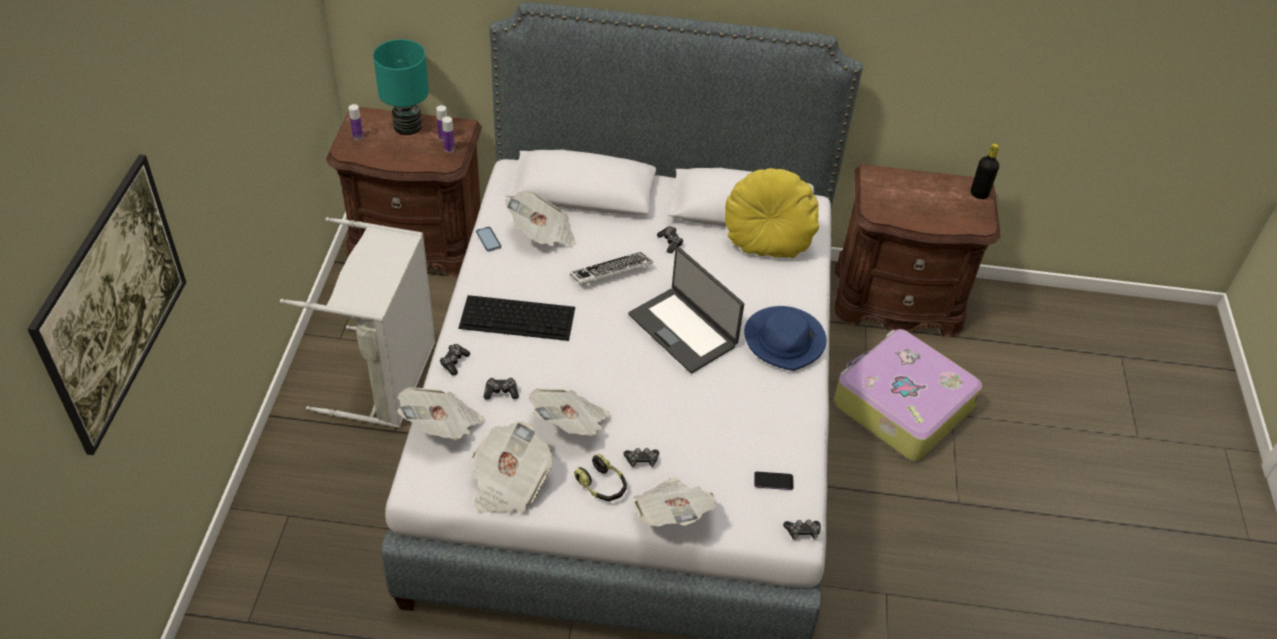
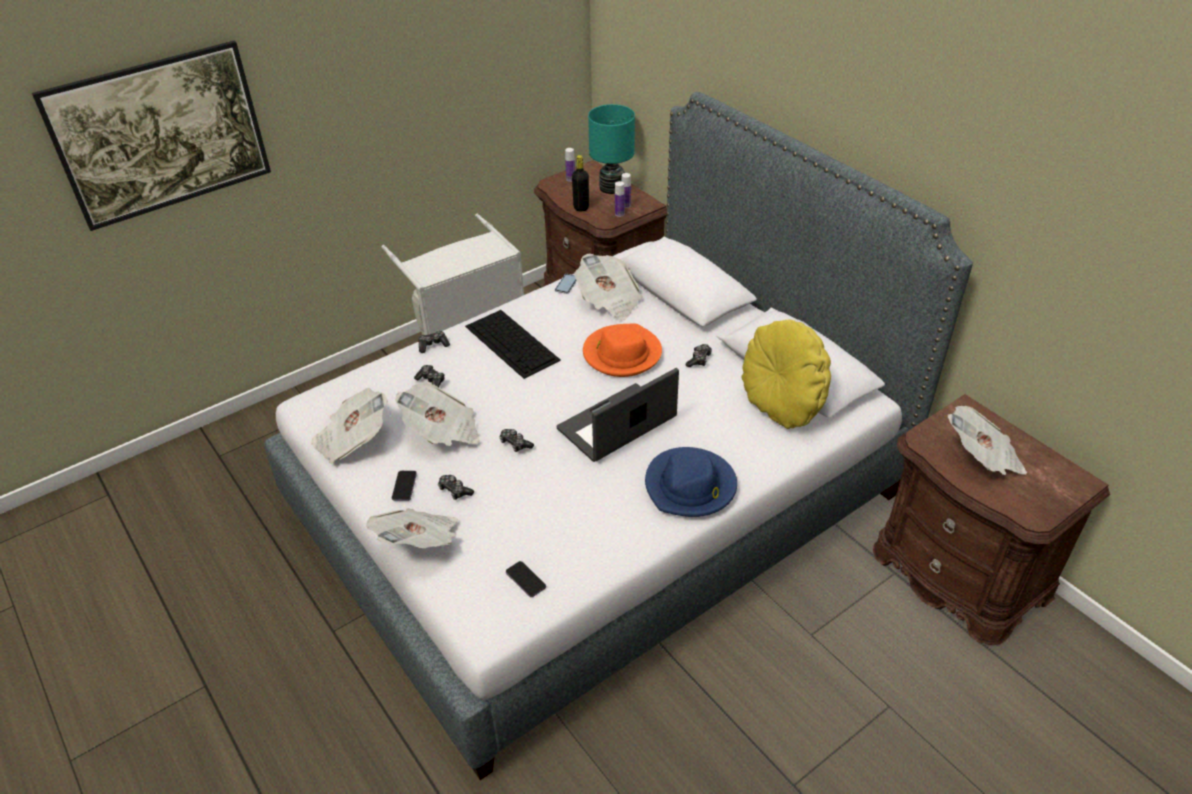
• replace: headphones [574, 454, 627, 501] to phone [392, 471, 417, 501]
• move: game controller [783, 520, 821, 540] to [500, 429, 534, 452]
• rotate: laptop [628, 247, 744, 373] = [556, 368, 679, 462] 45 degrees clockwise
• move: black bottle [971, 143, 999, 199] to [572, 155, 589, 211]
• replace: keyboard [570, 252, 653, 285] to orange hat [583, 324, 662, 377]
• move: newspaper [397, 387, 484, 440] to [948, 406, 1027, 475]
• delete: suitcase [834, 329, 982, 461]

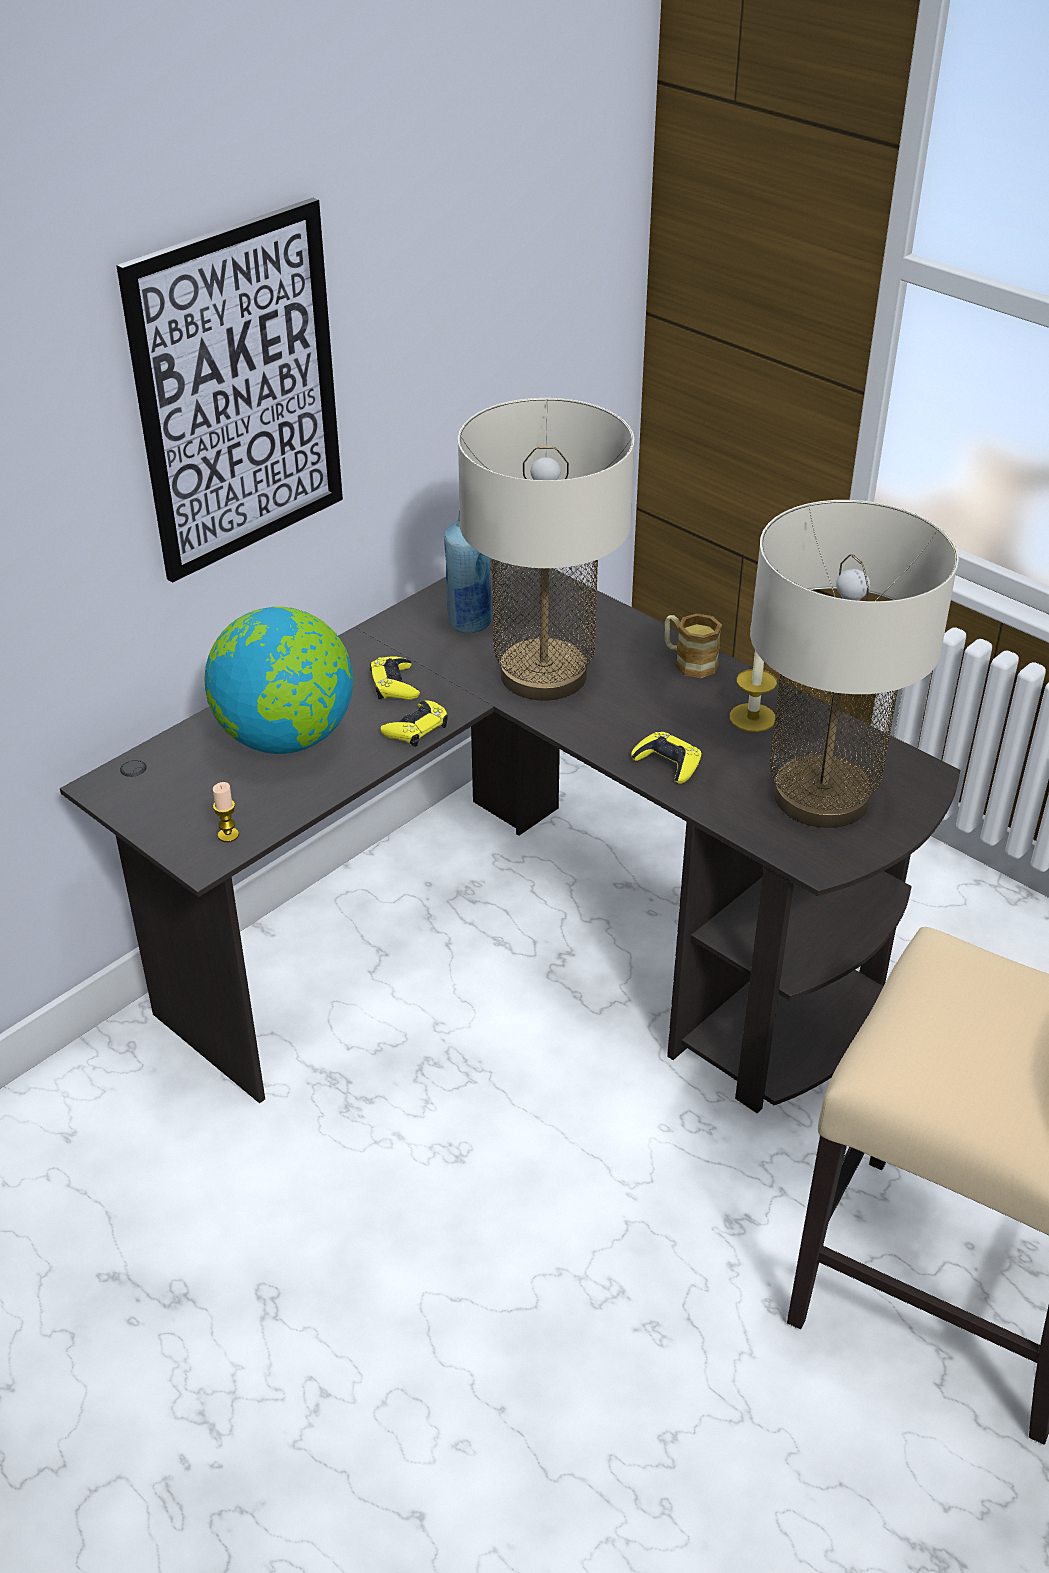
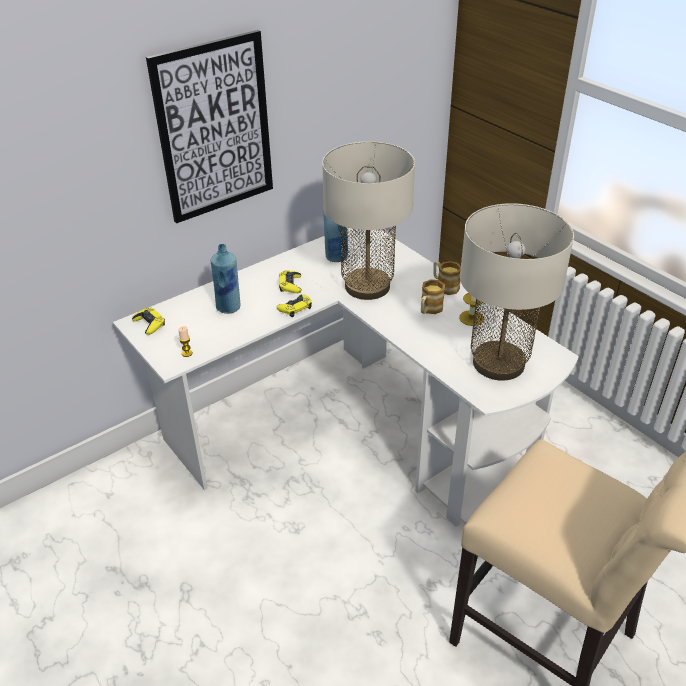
• recolor: black desk [60, 558, 960, 1113] to white desk [113, 228, 579, 527]
• move: yellow game controller [631, 732, 702, 784] to [132, 308, 165, 335]
• replace: globe [204, 607, 353, 754] to blue bottle [211, 244, 241, 314]
• insert: mug [421, 279, 445, 314]

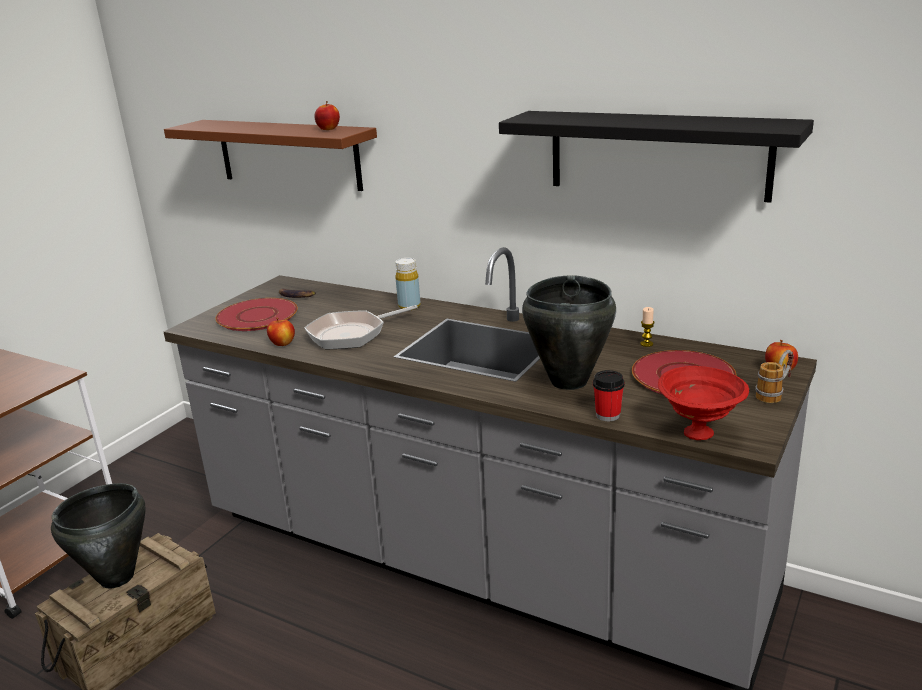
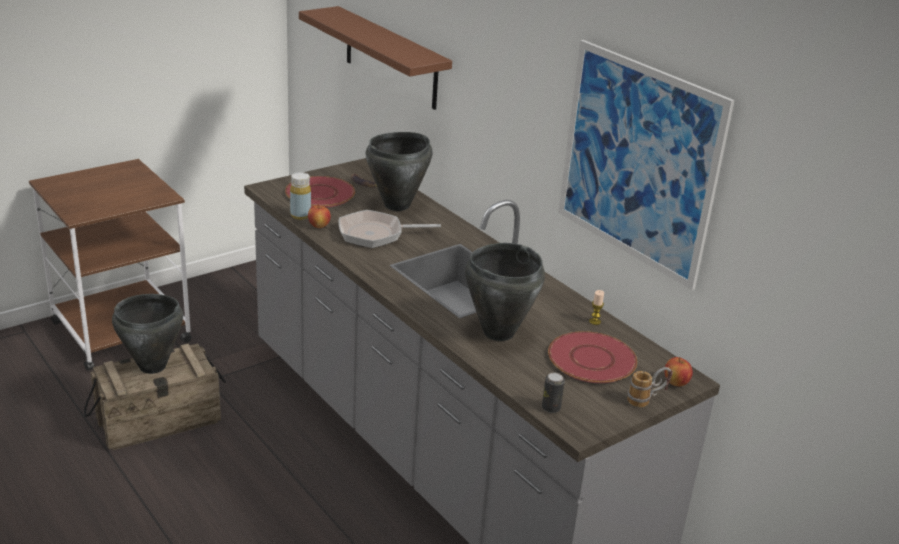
• move: yellow bottle [395, 258, 421, 310] to [290, 172, 311, 220]
• insert: black cooking pot [365, 132, 432, 211]
• replace: red bowl [658, 366, 749, 440] to can [542, 373, 565, 413]
• replace: black shelf [499, 111, 814, 203] to picture [558, 40, 734, 290]
• delete: apple [315, 101, 340, 130]
• delete: cup [593, 370, 625, 421]

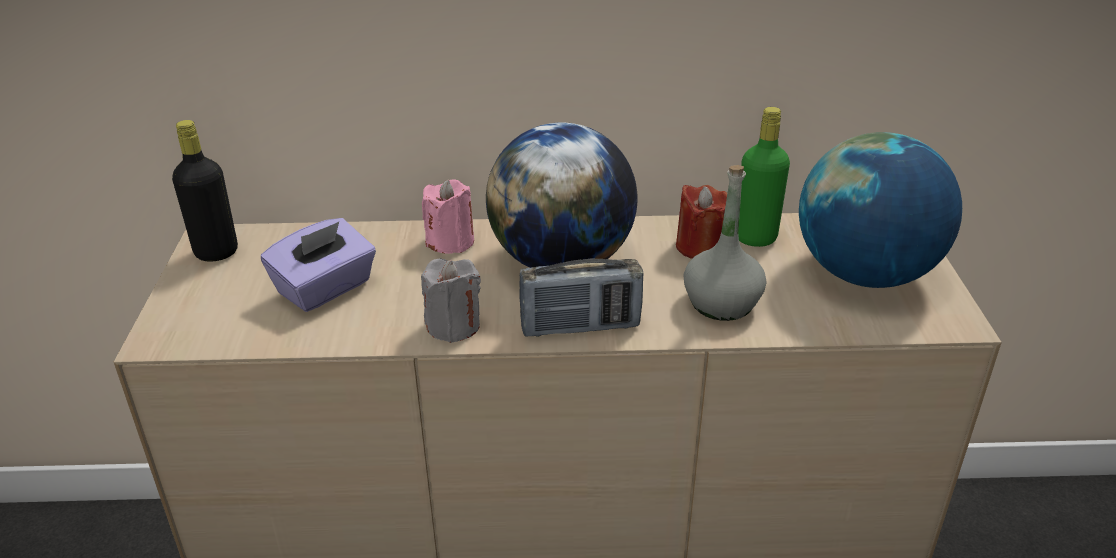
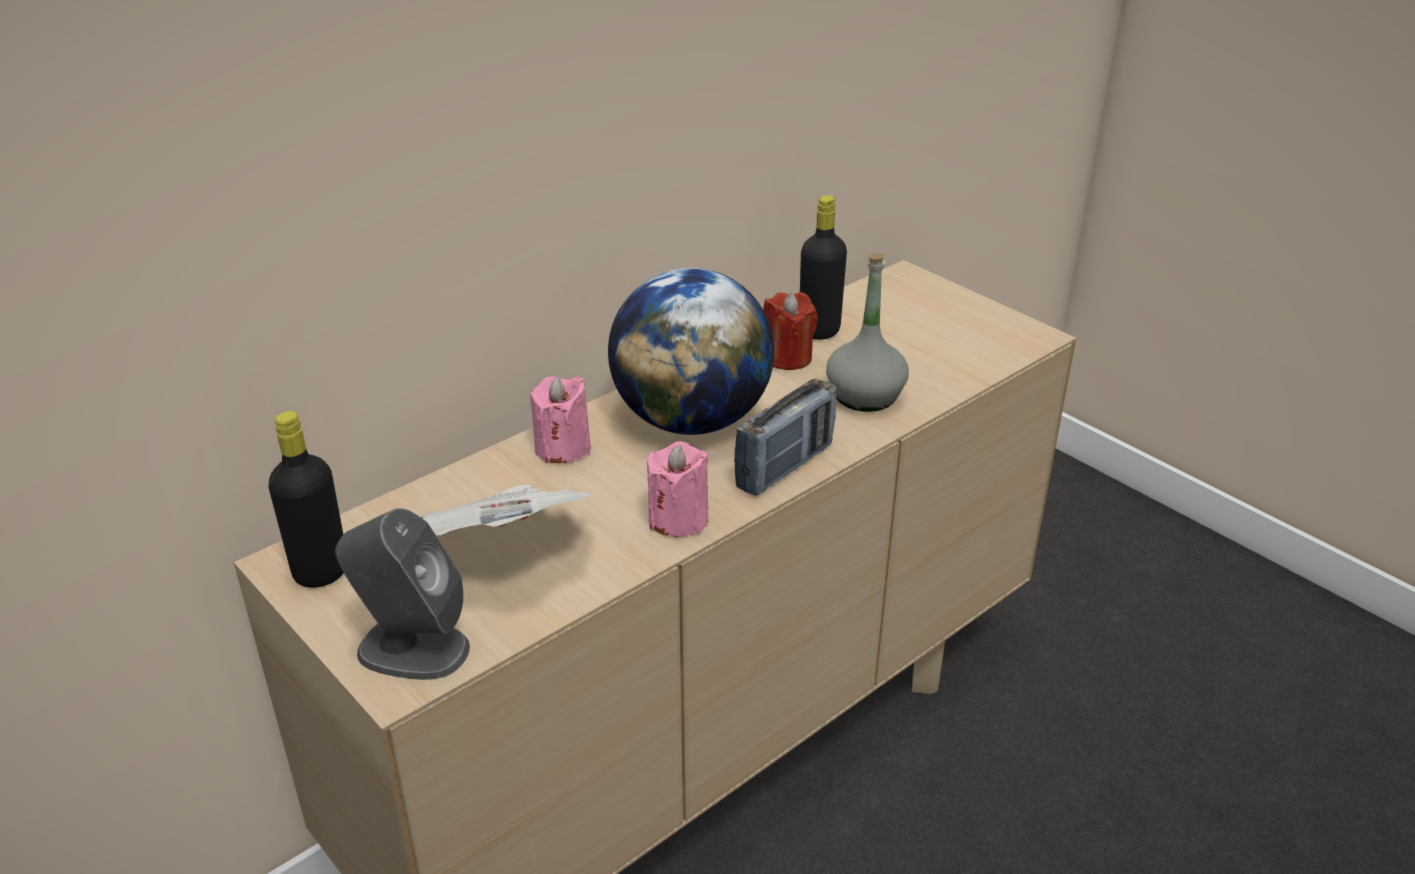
• insert: grey speaker [335, 508, 470, 680]
• replace: purple tissue box [261, 218, 376, 312] to newspaper [420, 484, 593, 535]
• recolor: grey candle [421, 258, 481, 343] to pink candle [647, 441, 709, 537]
• recolor: green bottle [739, 107, 790, 247] to black bottle [800, 195, 847, 340]
• delete: globe [799, 132, 962, 288]

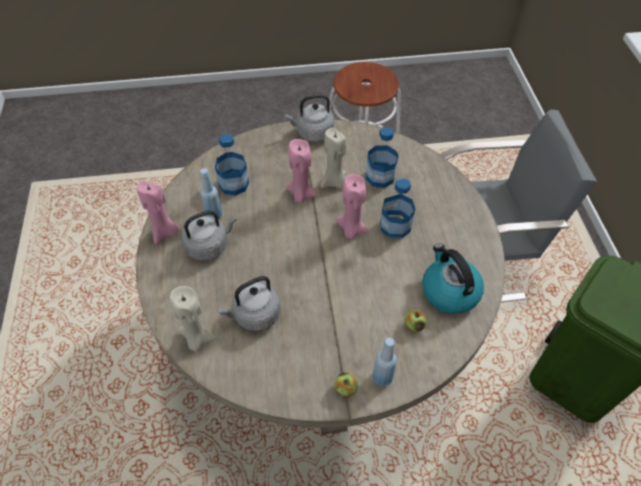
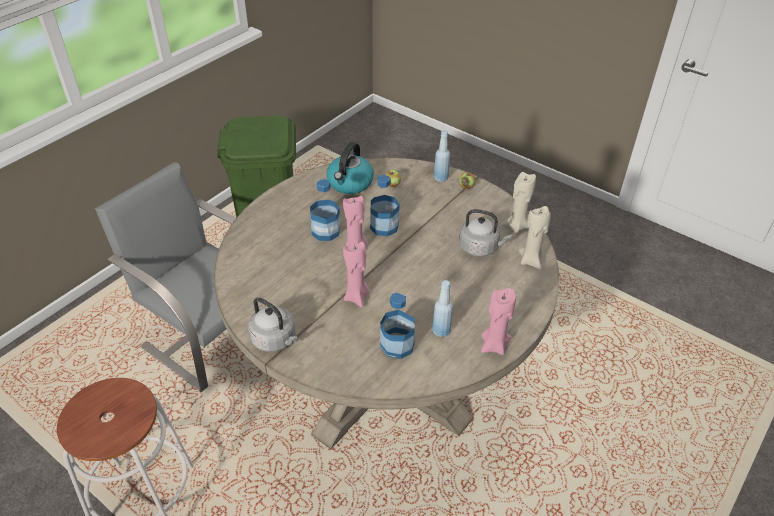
• move: bottle [366, 127, 398, 188] to [370, 175, 400, 236]
• move: beige candle [321, 127, 346, 188] to [502, 172, 536, 234]
• delete: grey kettle [181, 210, 237, 260]

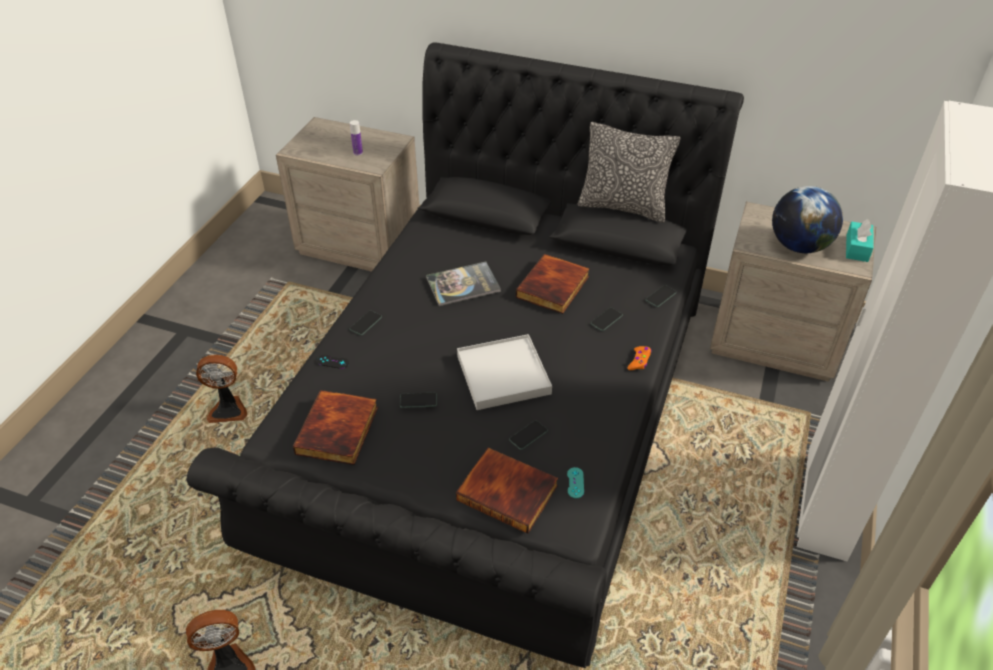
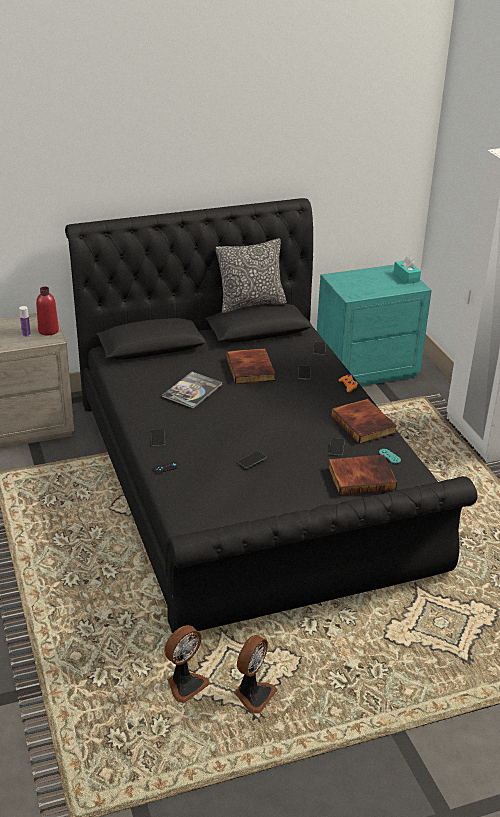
• insert: red bottle [36, 287, 59, 336]
• move: fan [196, 355, 247, 423] to [164, 625, 210, 703]
• recolor: beige nightstand [710, 202, 876, 382] to turquoise nightstand [317, 265, 432, 386]
• move: book [293, 390, 378, 465] to [331, 399, 397, 444]
• delete: white tray [457, 334, 552, 410]
• delete: globe [772, 186, 843, 253]

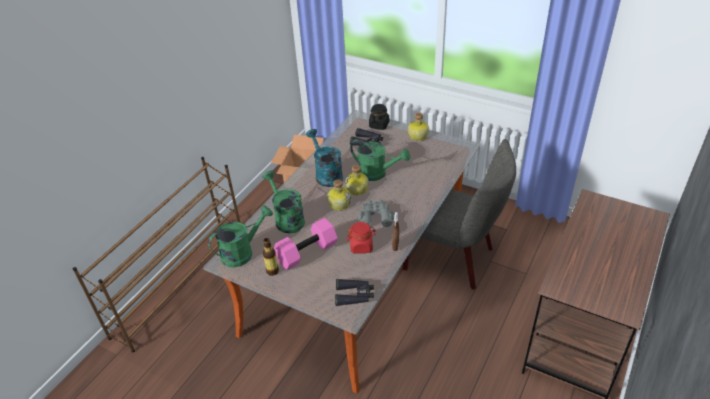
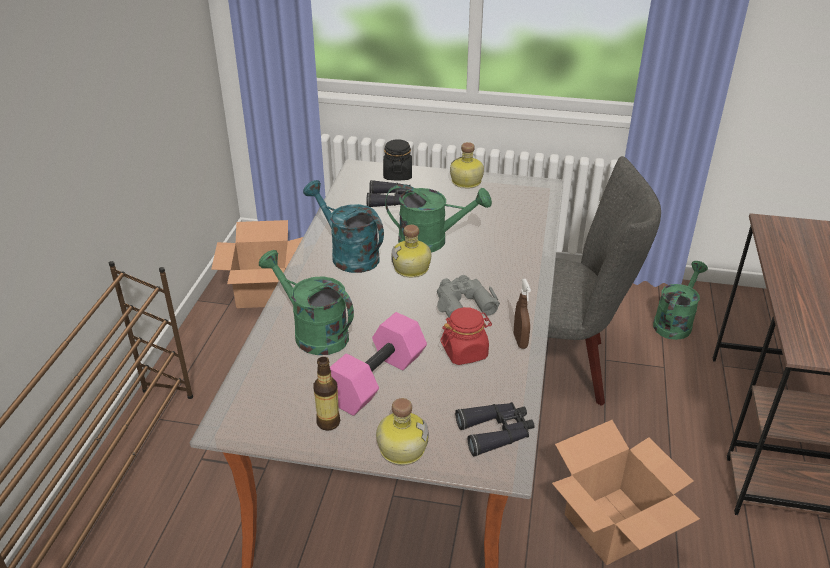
• move: bottle [327, 180, 351, 211] to [376, 398, 429, 465]
• insert: cardboard box [552, 420, 700, 565]
• move: green watering can [208, 205, 273, 267] to [653, 261, 708, 340]

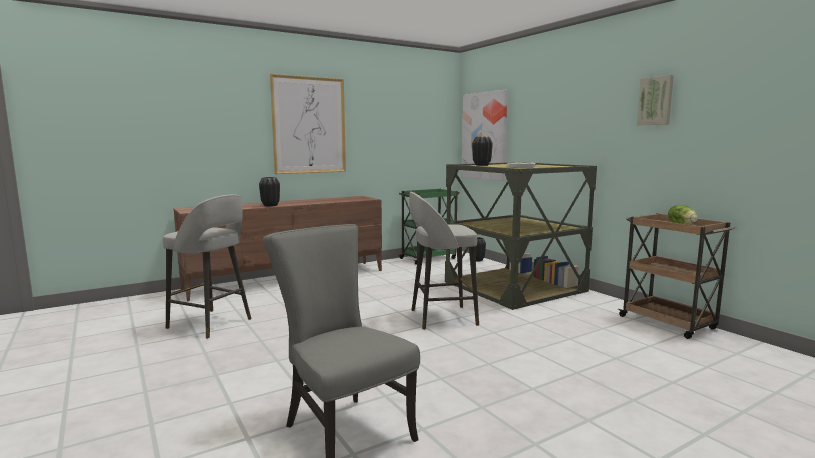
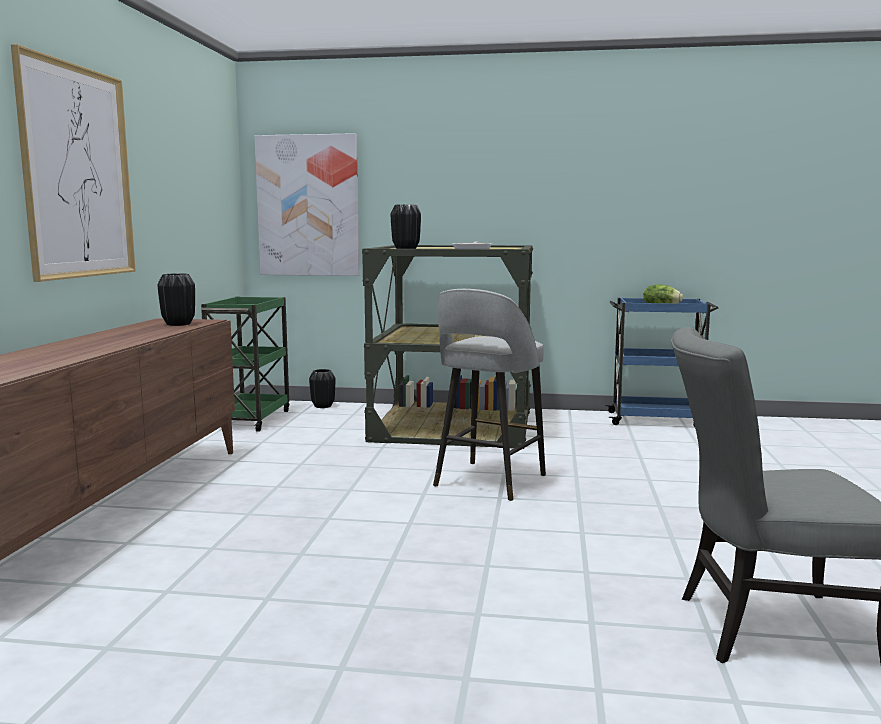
• move: black vase [259, 177, 280, 207] to [157, 273, 195, 326]
• recolor: brown cart [618, 213, 737, 339] to blue cart [605, 298, 718, 427]
• delete: grey stool [163, 194, 252, 339]
• delete: picture [637, 75, 674, 125]

